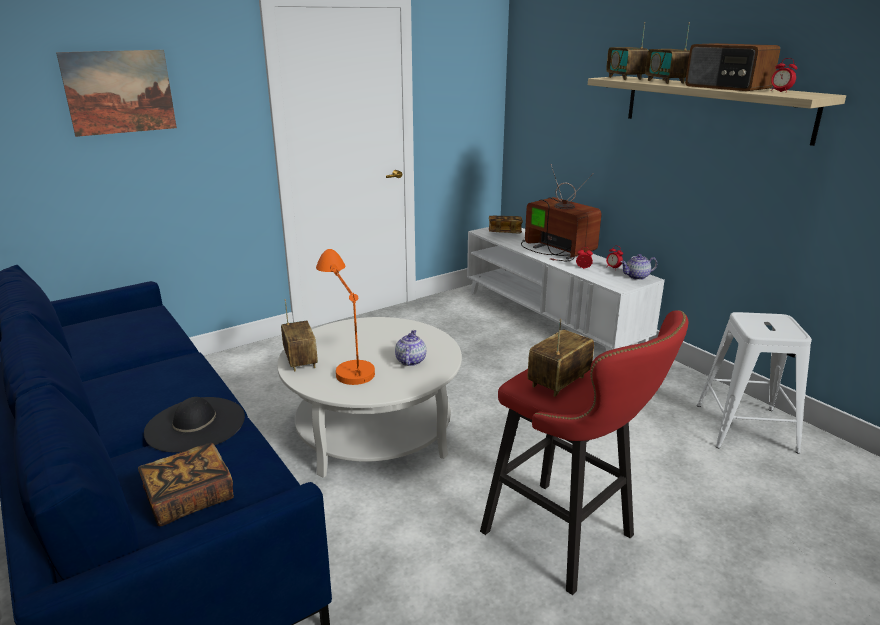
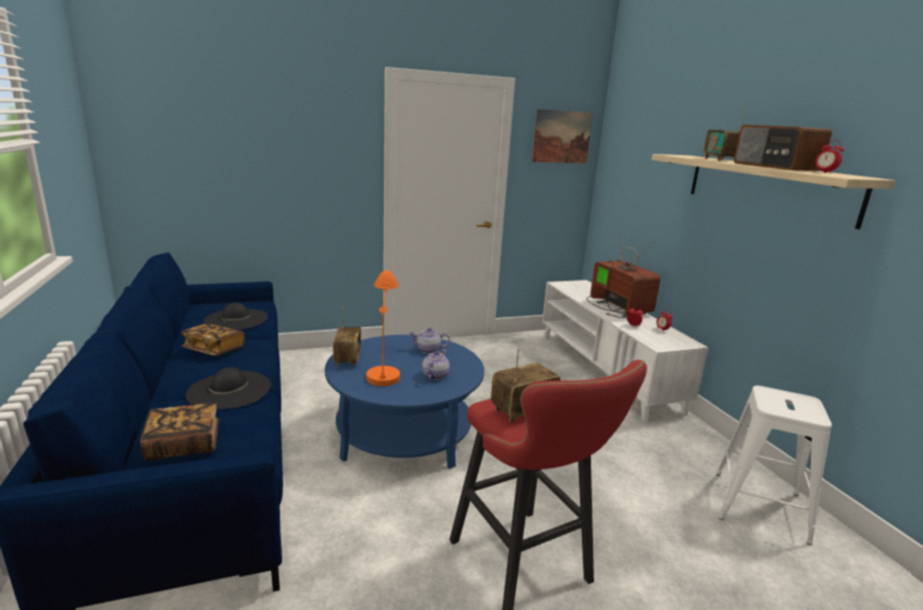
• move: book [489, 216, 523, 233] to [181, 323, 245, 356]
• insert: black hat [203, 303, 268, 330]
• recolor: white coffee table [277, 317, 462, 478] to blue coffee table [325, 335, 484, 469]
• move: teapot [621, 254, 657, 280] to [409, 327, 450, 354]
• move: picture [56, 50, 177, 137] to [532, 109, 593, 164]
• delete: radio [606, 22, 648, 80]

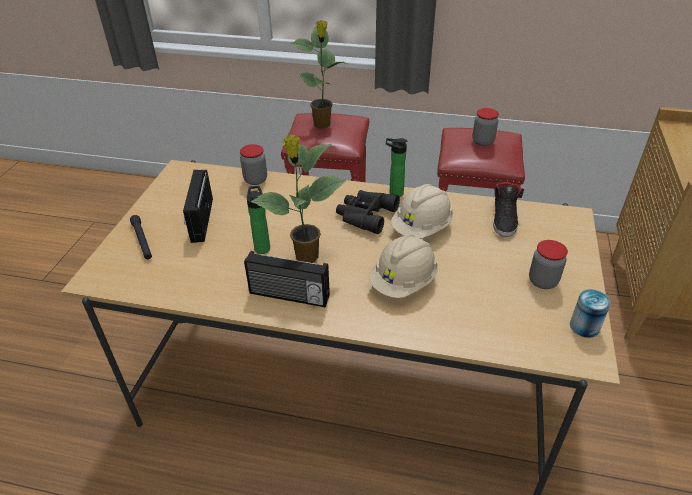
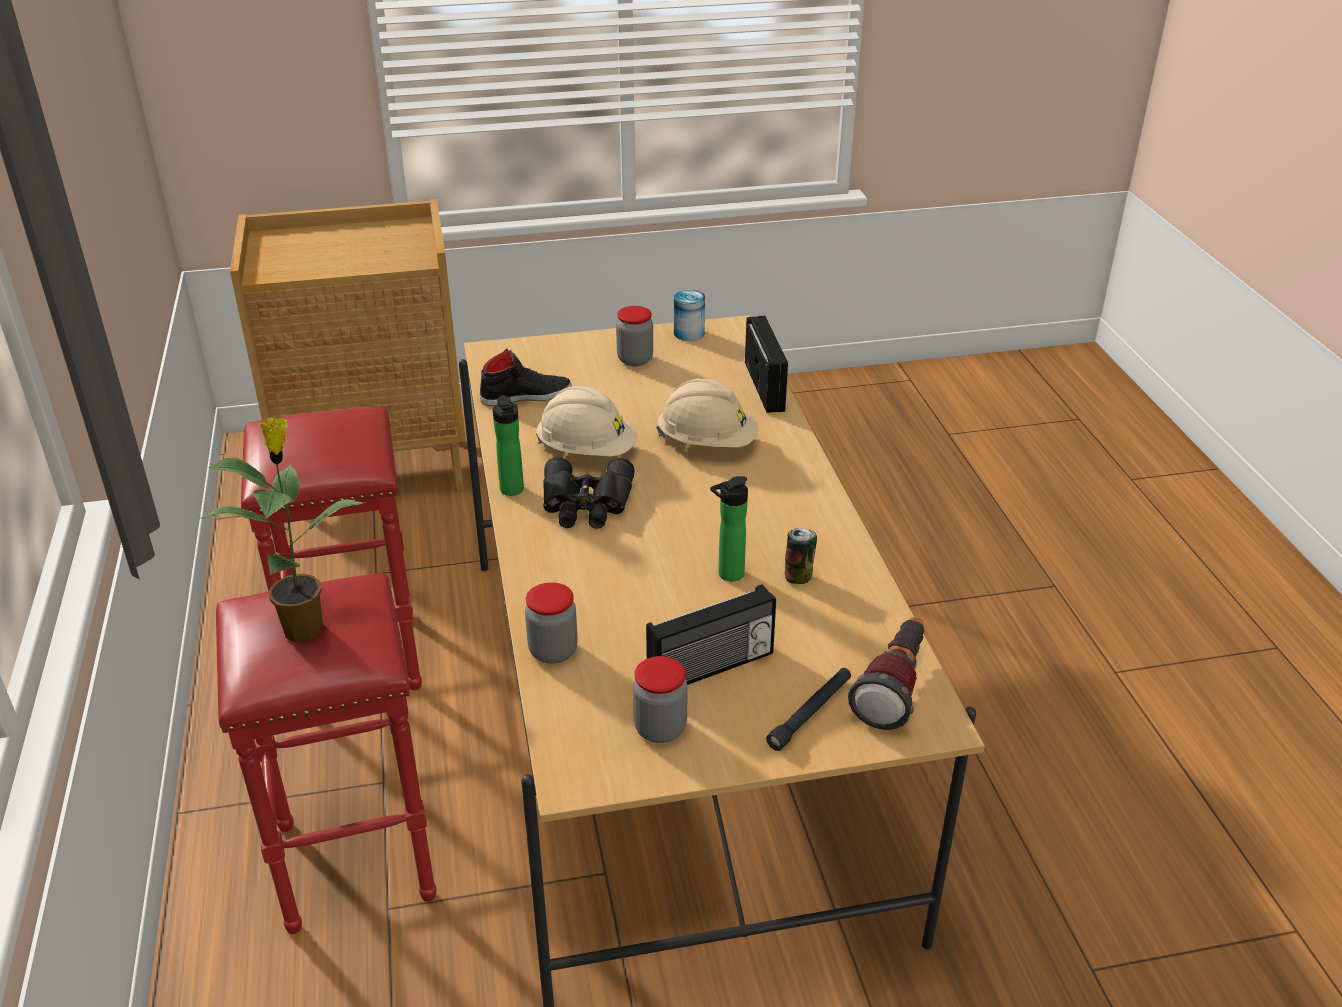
• move: jar [473, 108, 499, 146] to [633, 656, 688, 743]
• move: radio [244, 251, 330, 307] to [745, 315, 788, 413]
• insert: can [785, 528, 817, 584]
• insert: flashlight [848, 617, 925, 730]
• delete: potted plant [251, 135, 346, 263]

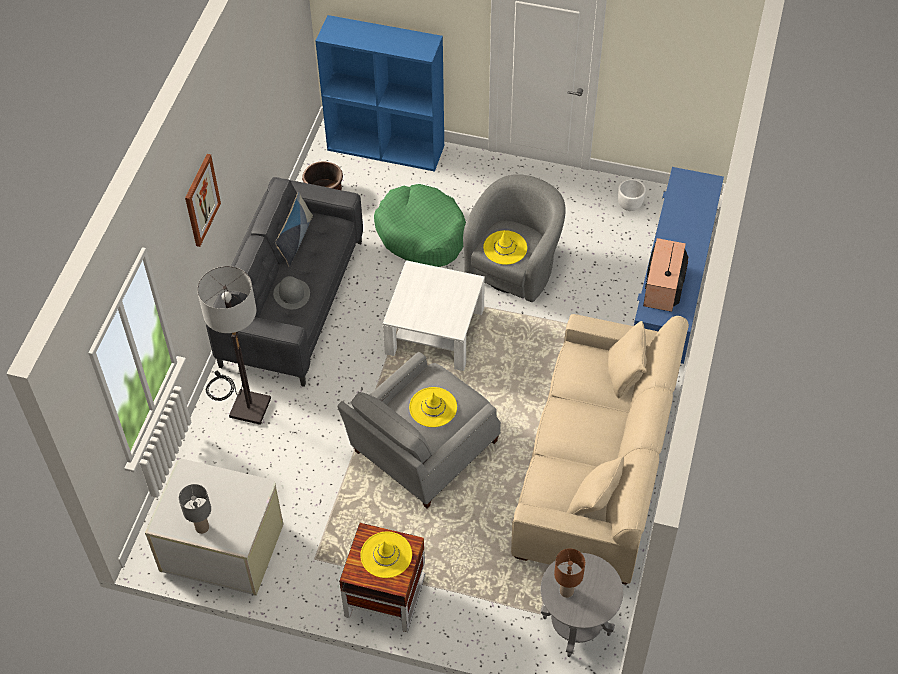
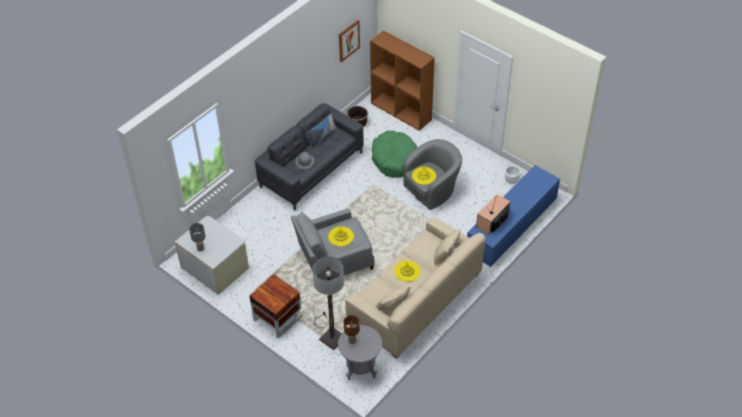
• move: floor lamp [197, 266, 271, 425] to [312, 256, 344, 350]
• move: picture [185, 154, 221, 247] to [339, 20, 360, 62]
• recolor: blue bookcase [316, 15, 444, 172] to brown bookcase [370, 30, 435, 131]
• move: yellow hat [360, 532, 412, 578] to [394, 260, 421, 282]
• delete: white coffee table [383, 260, 485, 371]

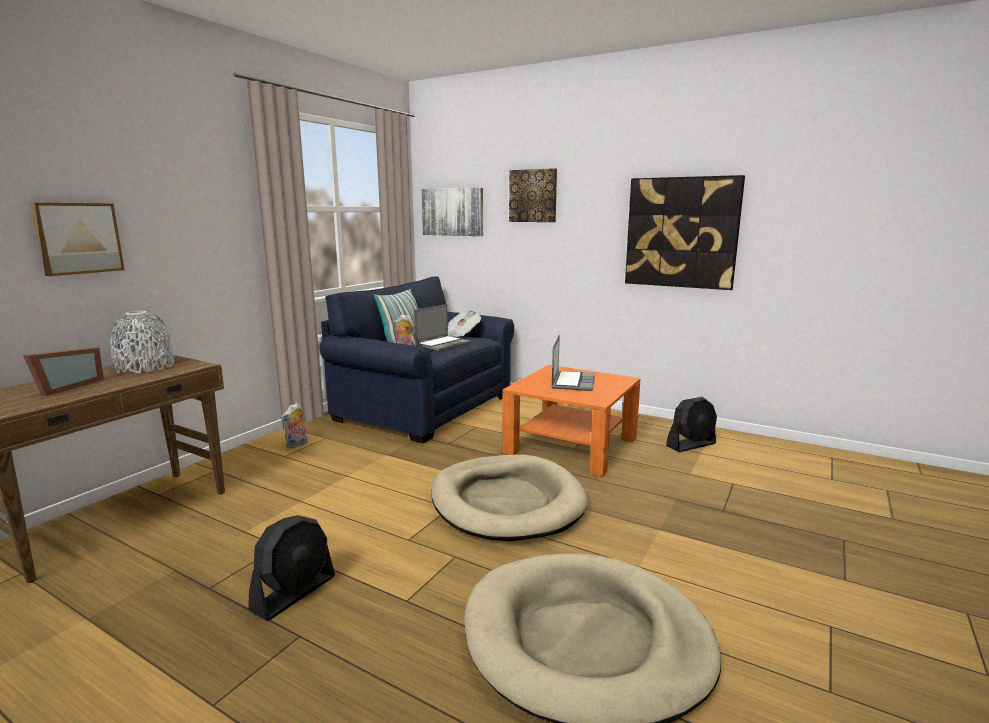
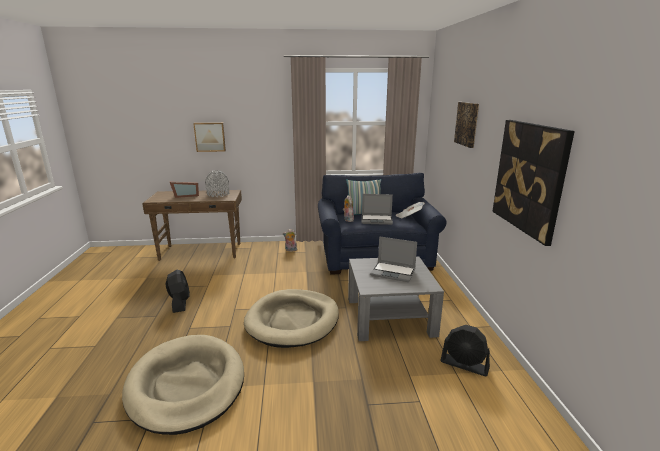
• rotate: black fan [248, 515, 335, 621] = [166, 270, 190, 313] 105 degrees counterclockwise
• recolor: orange coffee table [502, 365, 641, 477] to grey coffee table [348, 256, 444, 341]
• rotate: laptop [551, 335, 595, 391] = [370, 236, 417, 282] 45 degrees clockwise
• delete: picture [421, 188, 483, 236]

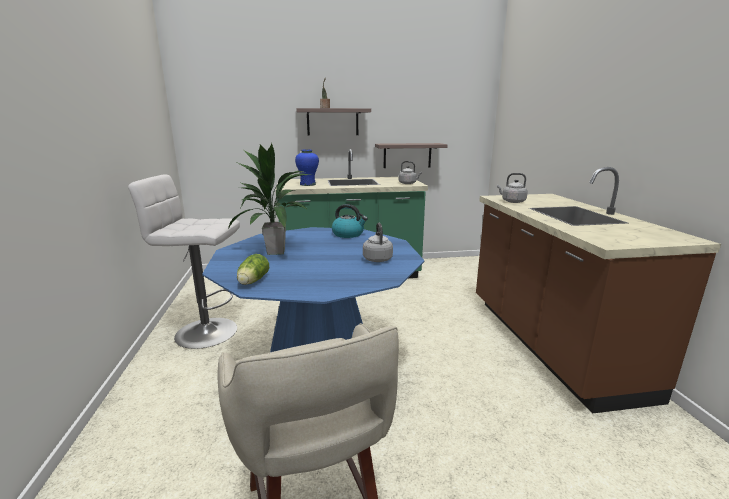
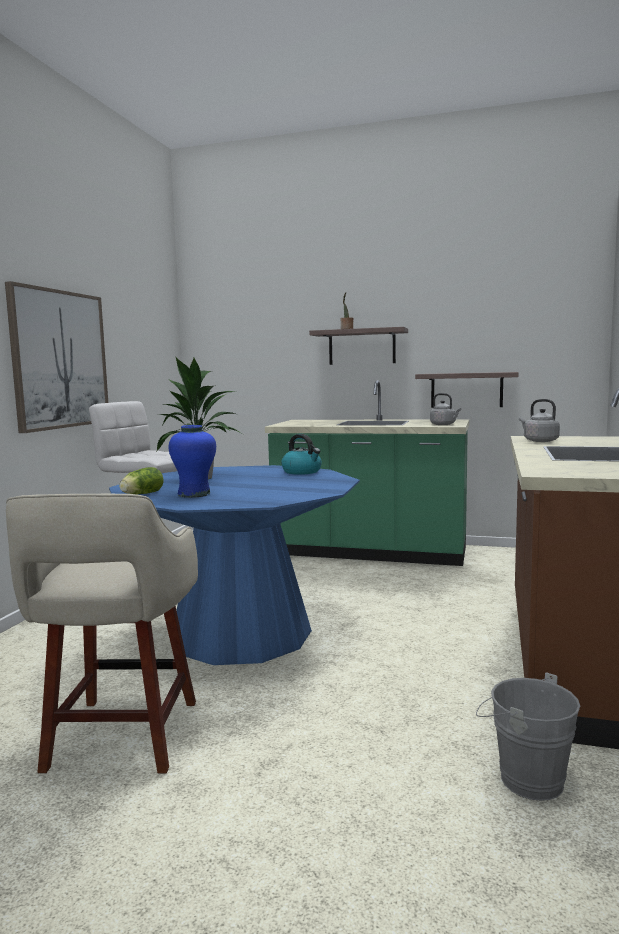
• insert: picture [5, 281, 108, 433]
• move: blue vase [295, 149, 319, 186] to [169, 425, 216, 498]
• insert: grey bucket [476, 672, 580, 801]
• delete: grey kettle [363, 223, 393, 262]

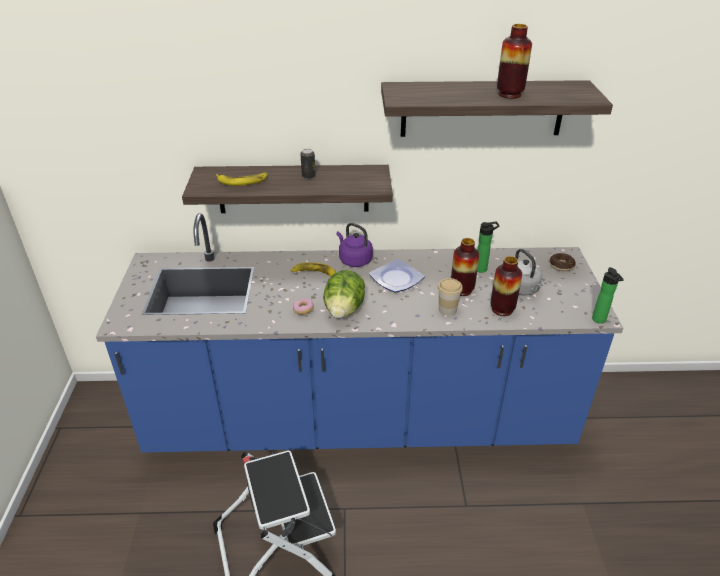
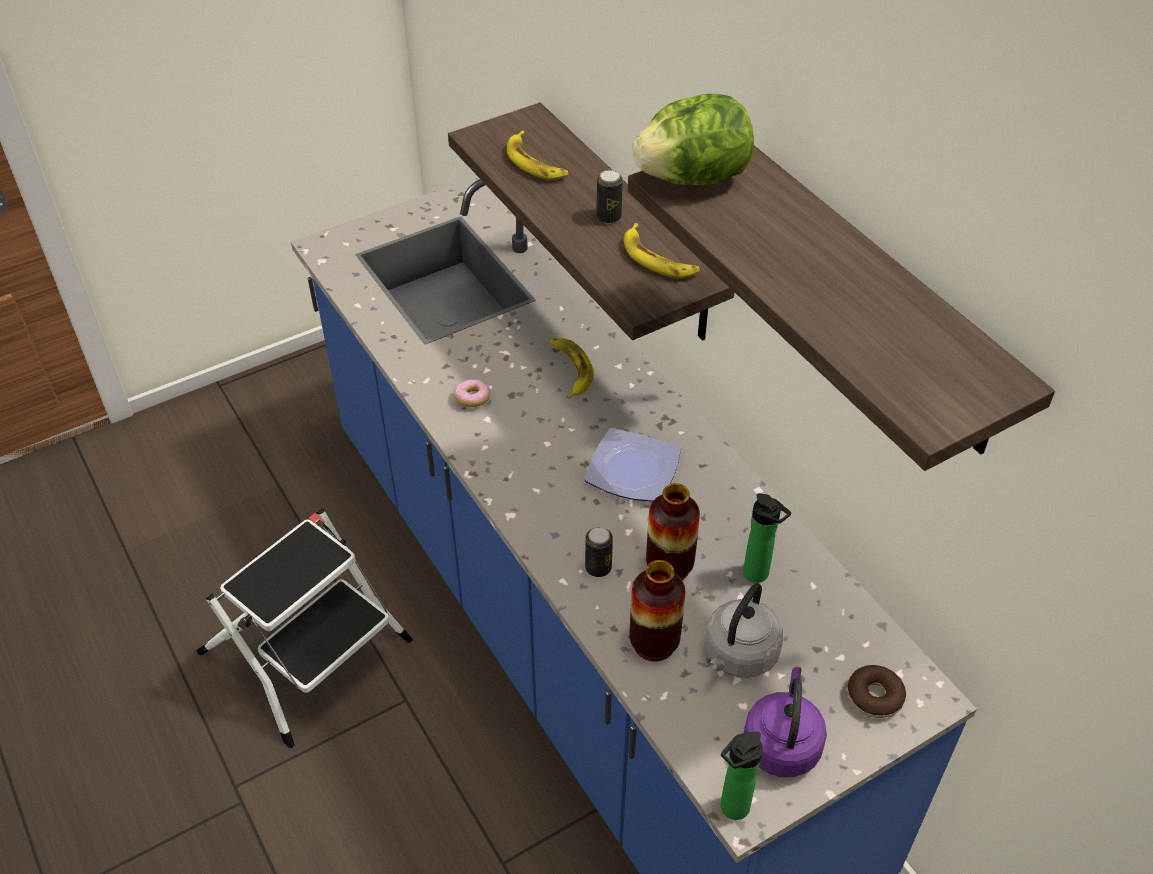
• replace: cup [438, 278, 463, 316] to can [585, 527, 613, 577]
• insert: banana [624, 223, 700, 278]
• move: lettuce [323, 270, 365, 318] to [632, 94, 754, 185]
• move: purple kettle [337, 223, 373, 267] to [744, 667, 827, 777]
• delete: vase [497, 24, 532, 99]

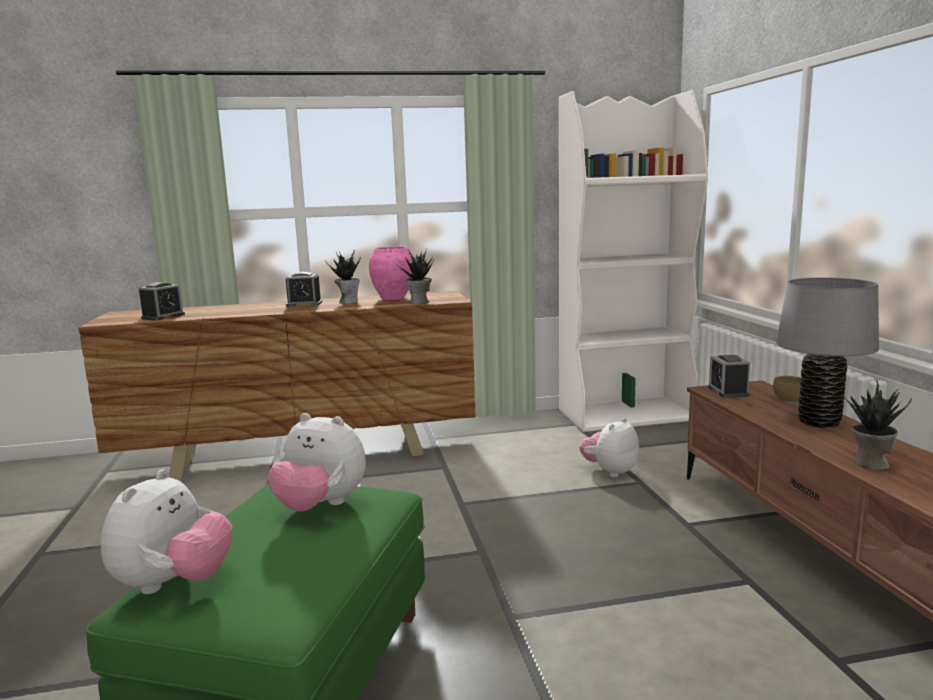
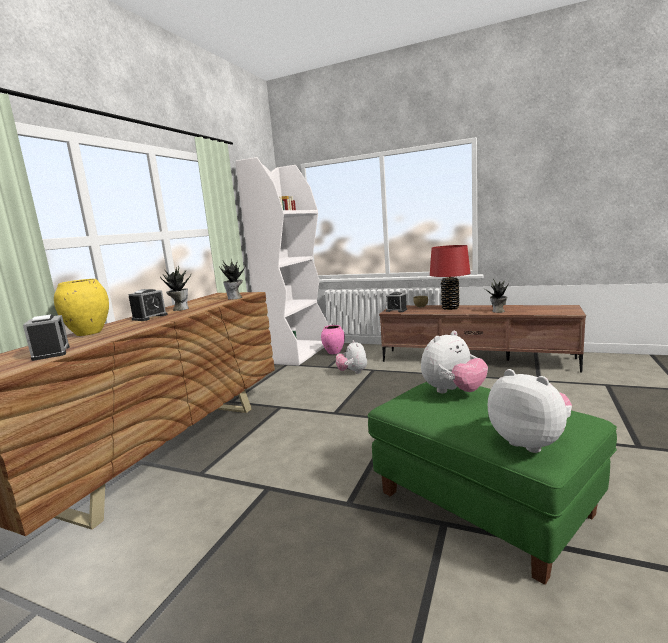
• insert: yellow vase [54, 279, 109, 336]
• move: pink vase [369, 247, 412, 300] to [321, 325, 345, 354]
• recolor: grey table lamp [776, 278, 879, 428] to red table lamp [430, 245, 470, 310]

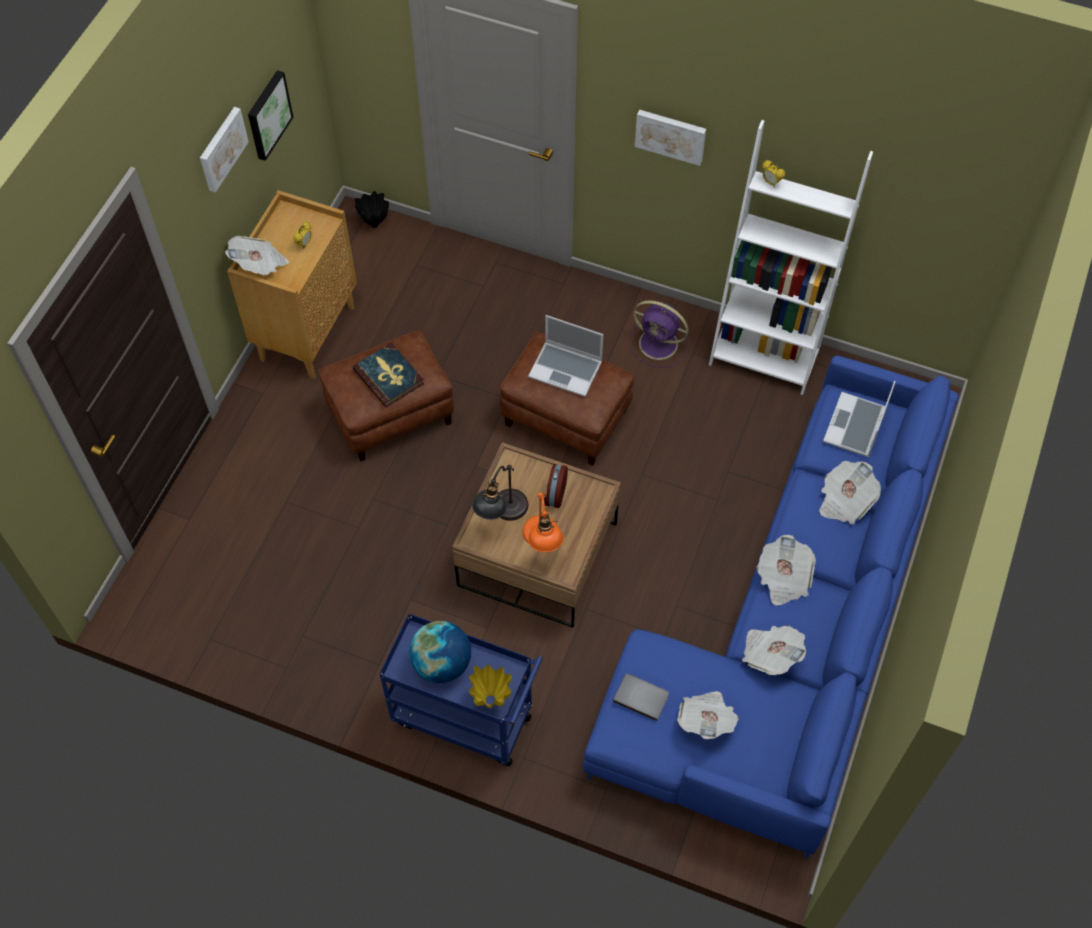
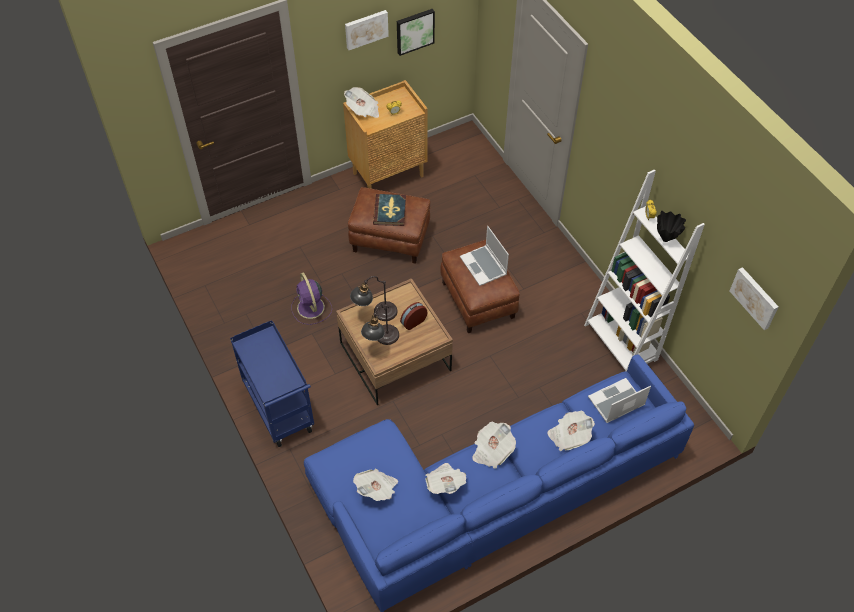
• move: purple fan [630, 300, 689, 368] to [292, 273, 332, 325]
• recolor: orange table lamp [523, 492, 564, 552] to grey table lamp [361, 304, 399, 345]
• move: black vase [354, 191, 389, 228] to [657, 211, 686, 242]
• move: picture [635, 110, 706, 166] to [730, 267, 779, 330]
• delete: globe [409, 621, 471, 683]
• delete: yellow vase [469, 665, 512, 708]
• delete: grey book [613, 674, 669, 721]

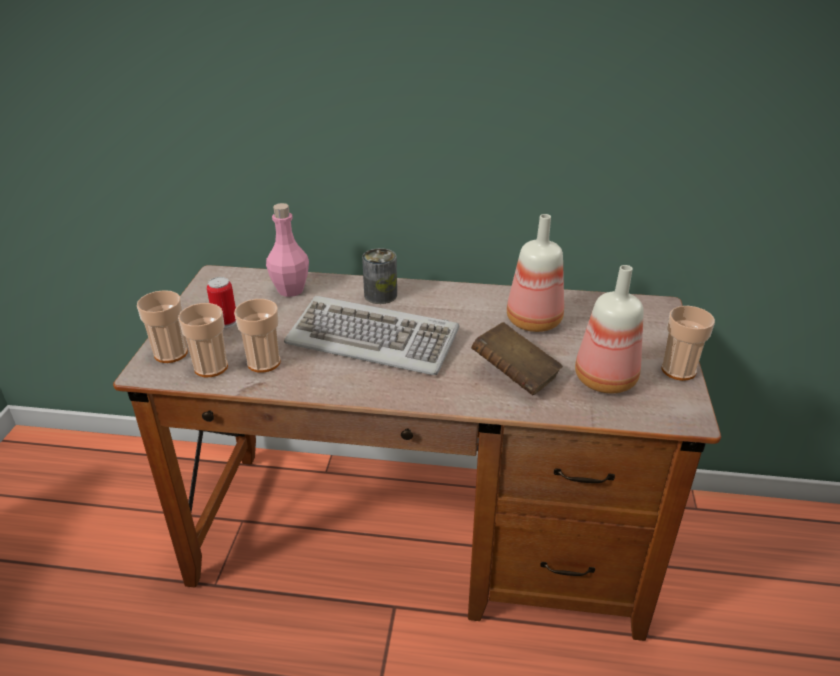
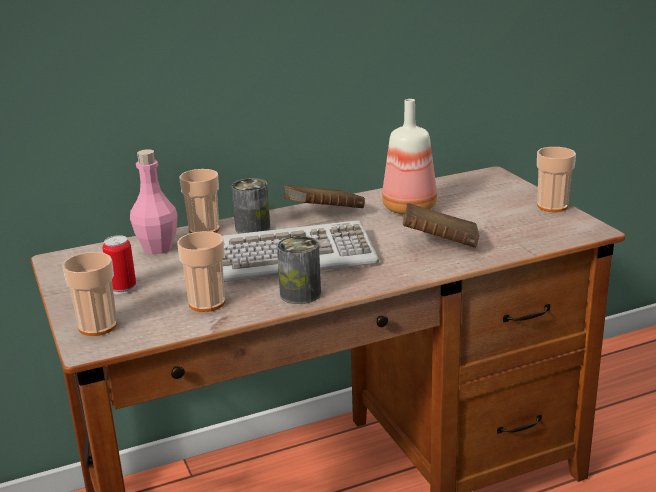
• move: cup [178, 303, 228, 377] to [179, 169, 220, 233]
• insert: can [277, 236, 321, 304]
• insert: brown book [283, 185, 365, 208]
• delete: bottle [575, 265, 643, 394]

